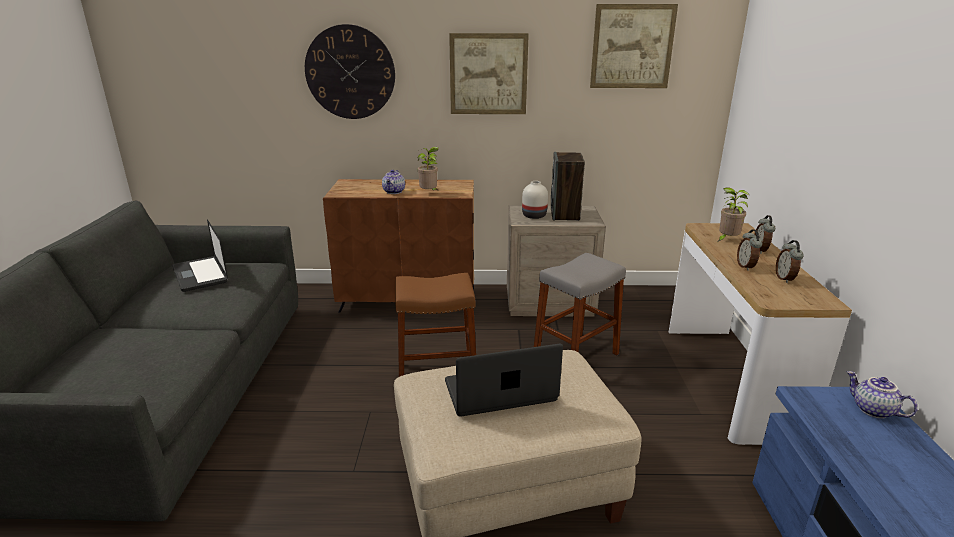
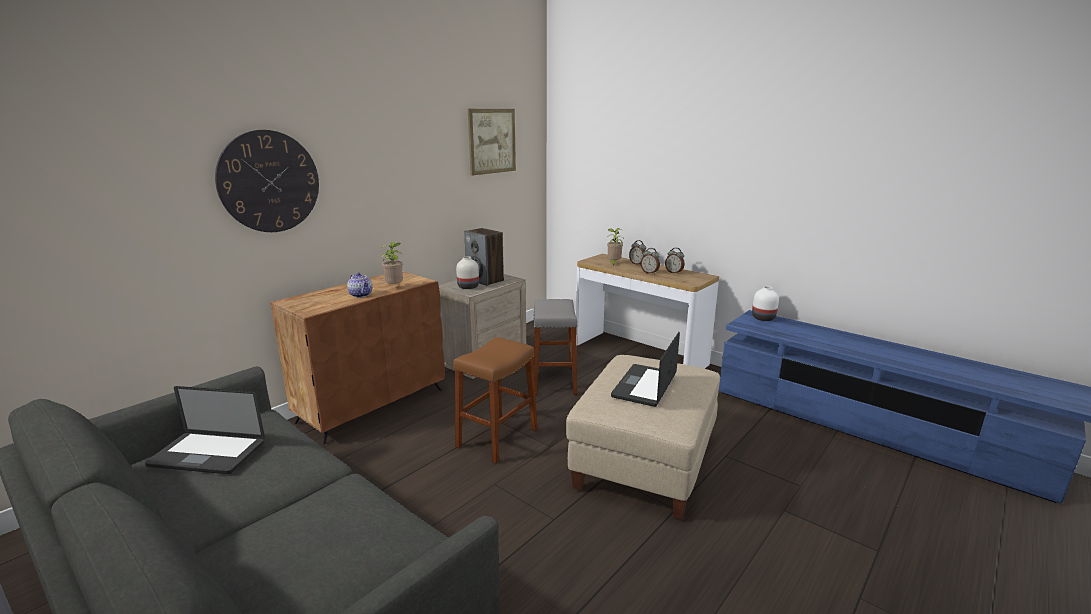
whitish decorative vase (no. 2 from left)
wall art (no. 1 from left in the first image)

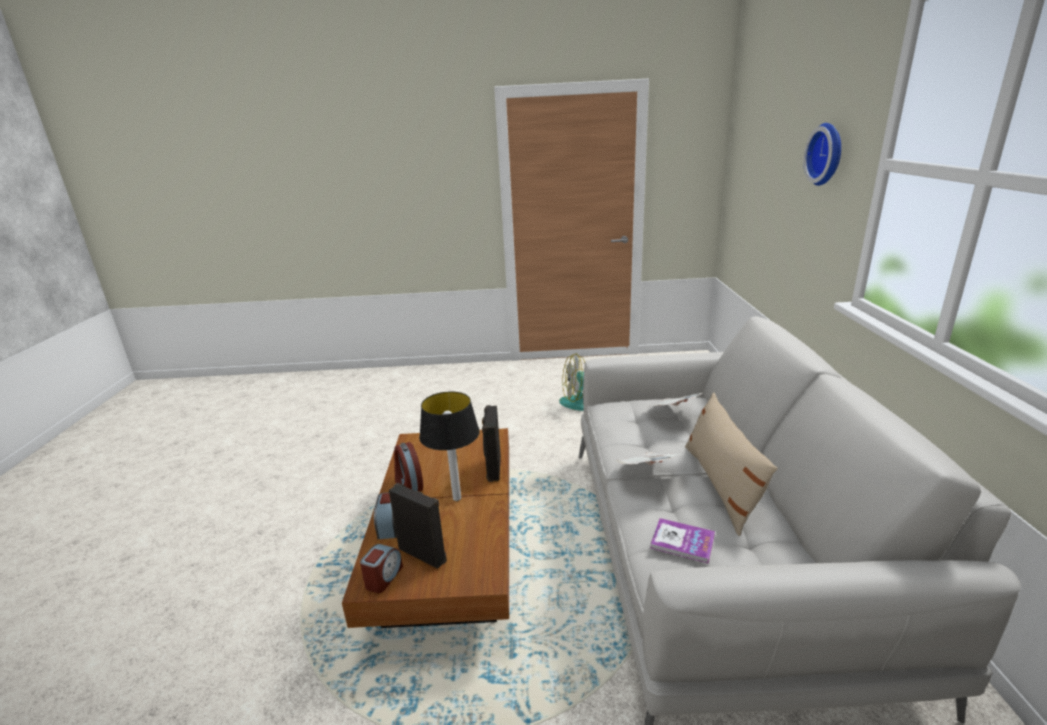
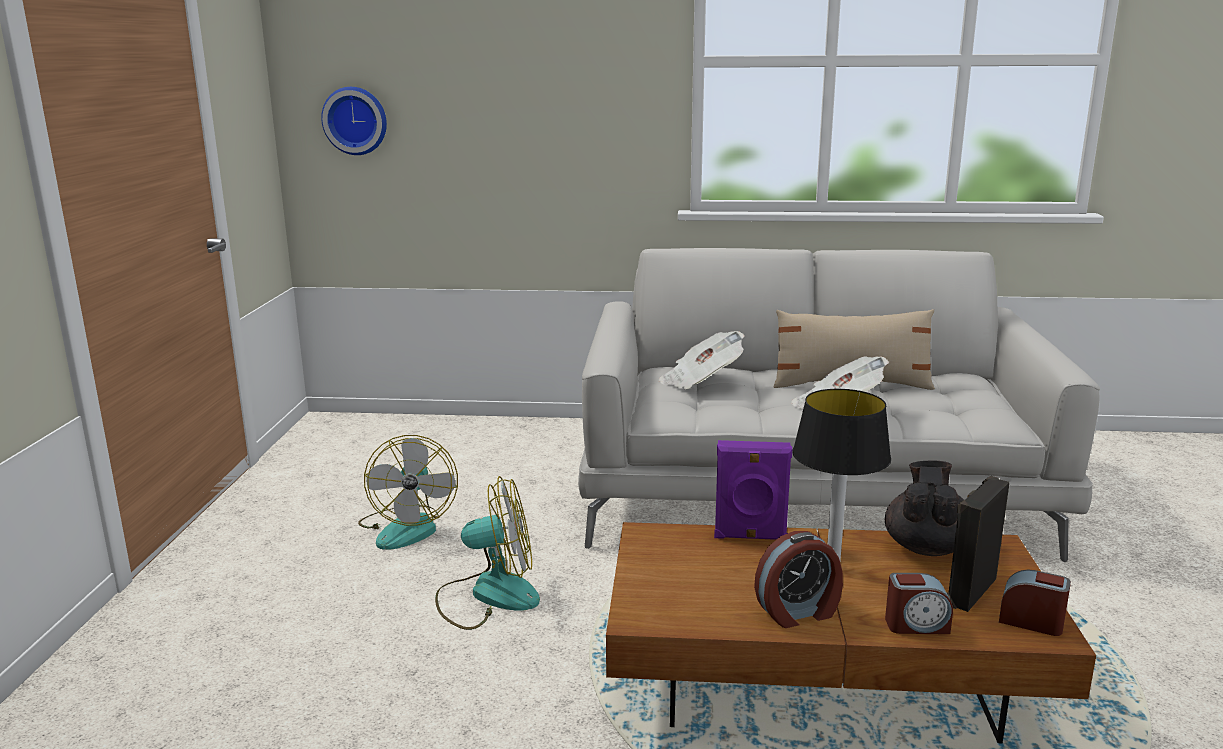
hanging clock
electric fan (no. 2 from left)
purple loudspeaker
blackish teapot
bound book

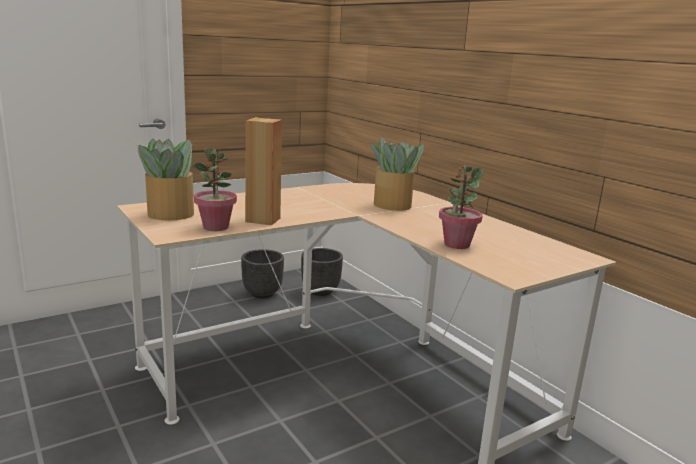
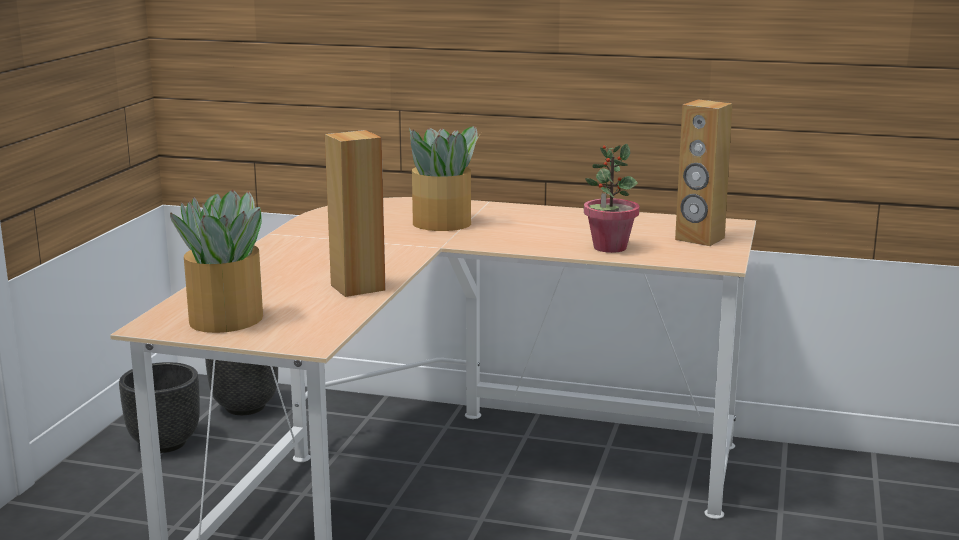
brown-coloured loudspeaker (no. 2 from left)
potted plant (no. 2 from left in the first image)

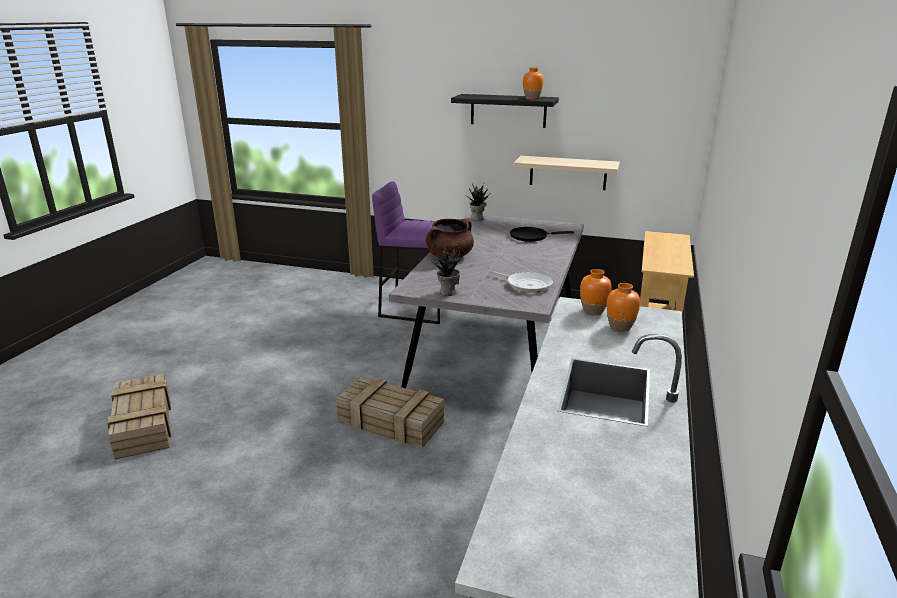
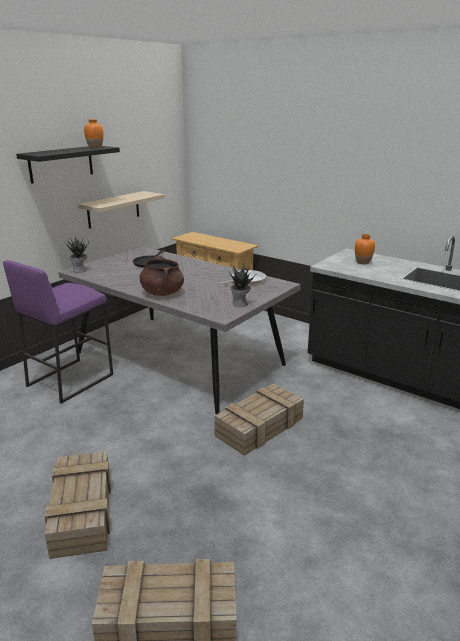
shipping crate (no. 1 from left)
orange decorative vase (no. 2 from left in the first image)

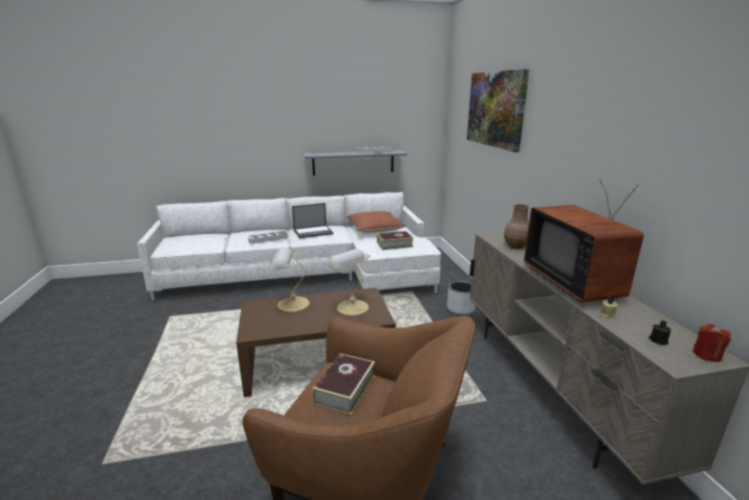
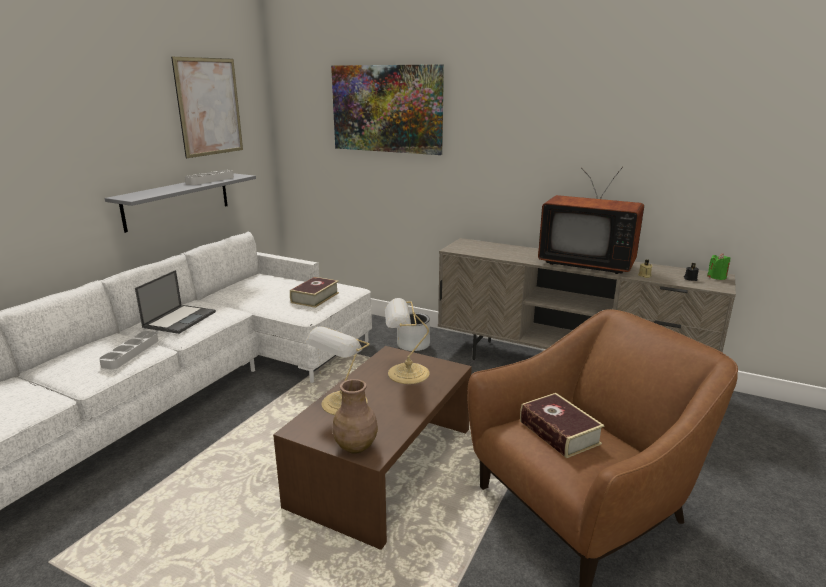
wall art (no. 1 from left)
brown-coloured decorative vase
green-coloured wax light
throw pillow

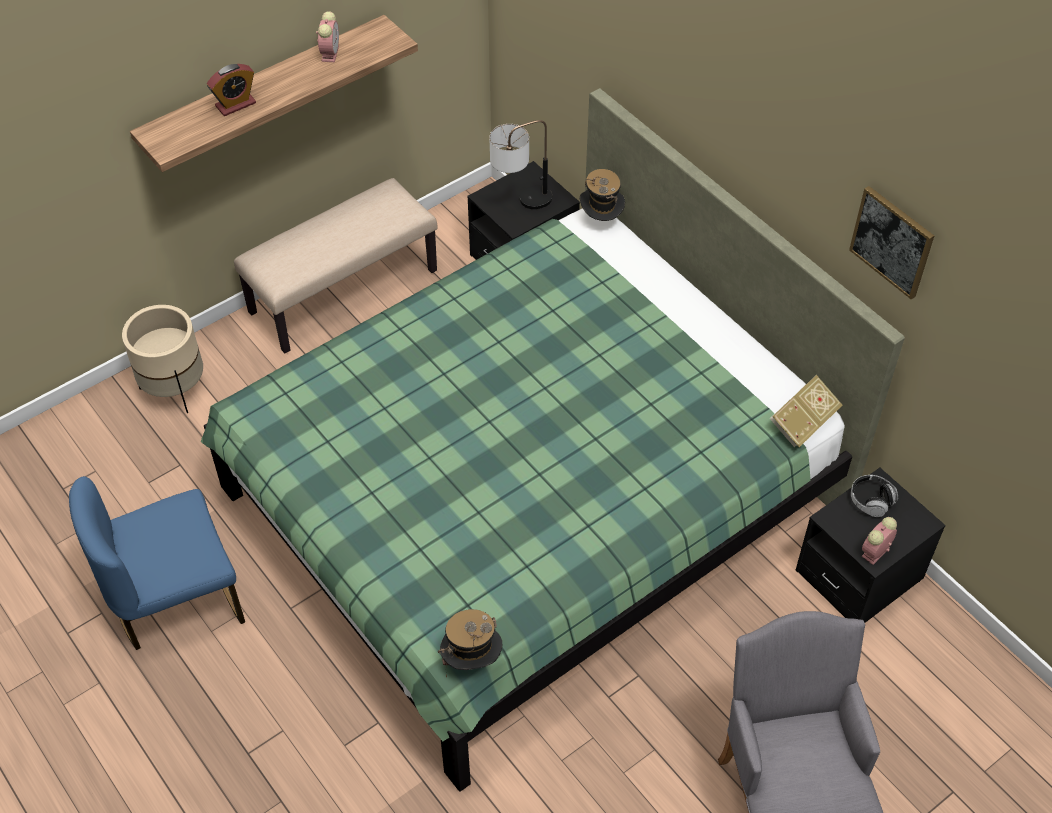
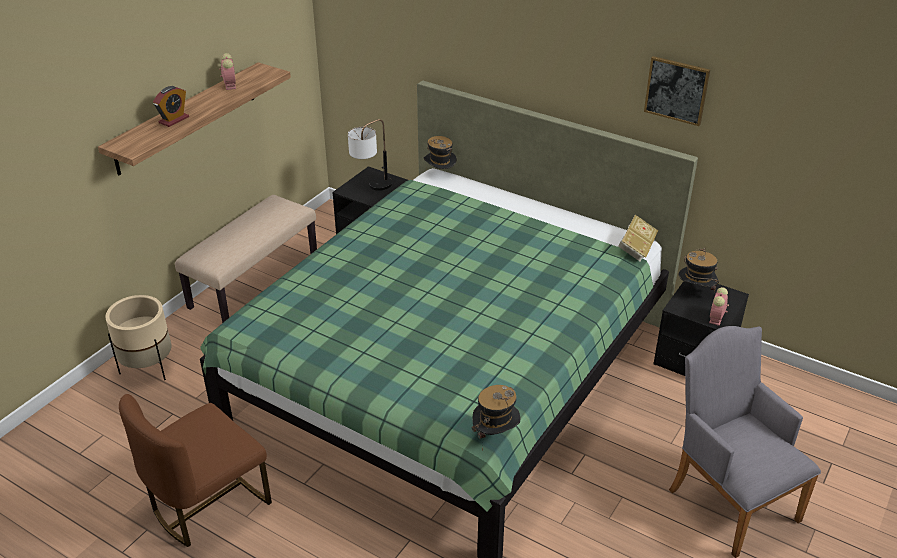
brown-coloured plain chair
wearable hat (no. 3 from left)

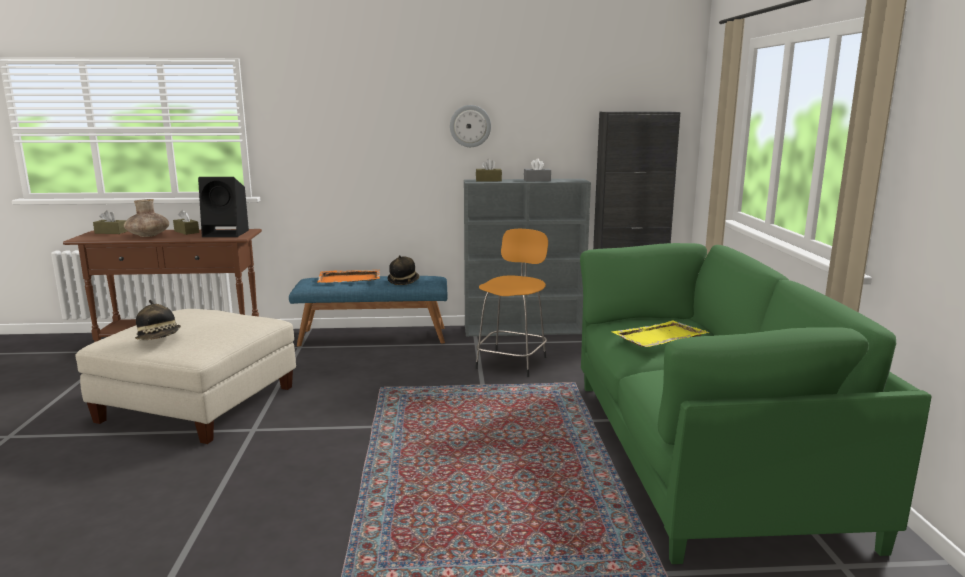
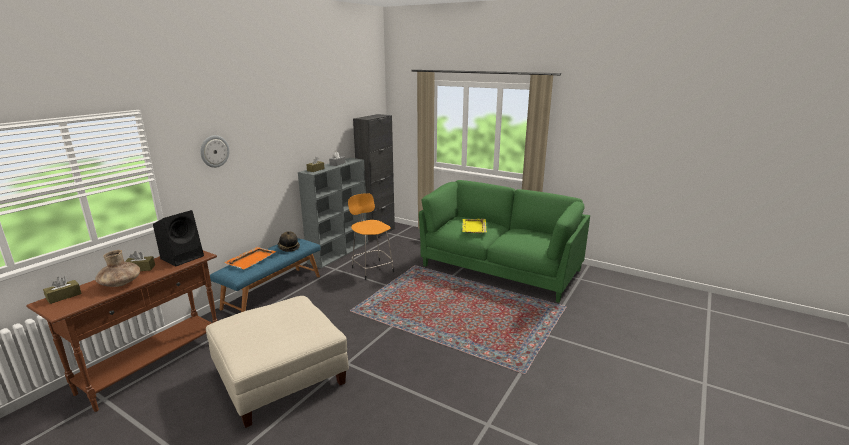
hanging clock
wearable hat (no. 1 from left in the first image)

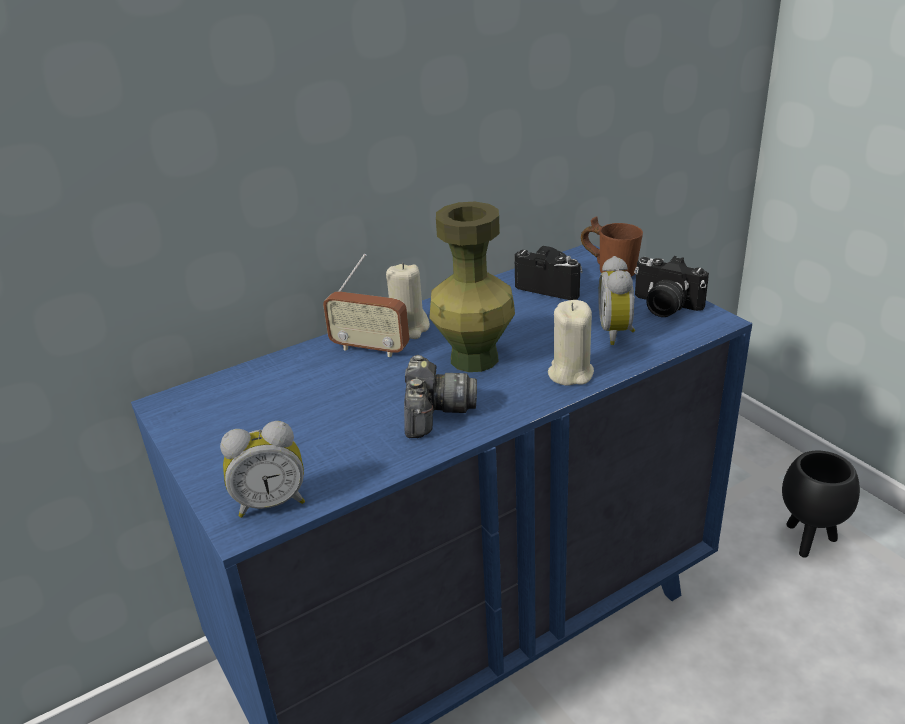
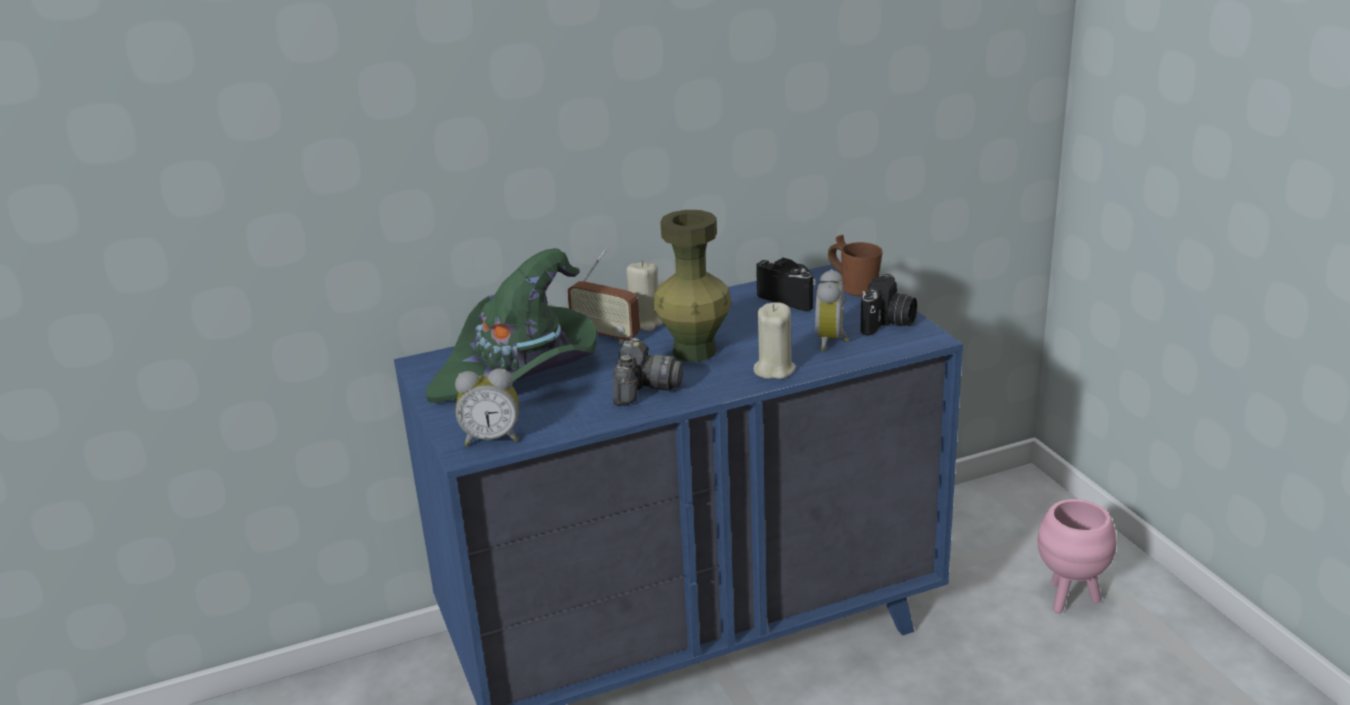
green-coloured wearable hat
still camera (no. 3 from left)
pinkish flower pot

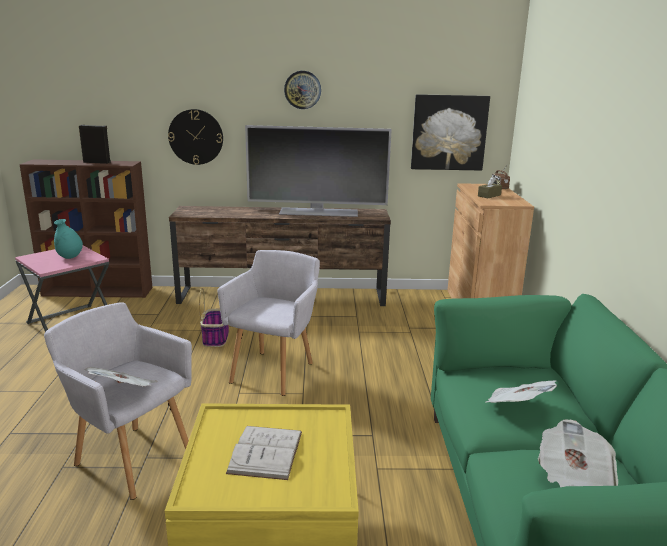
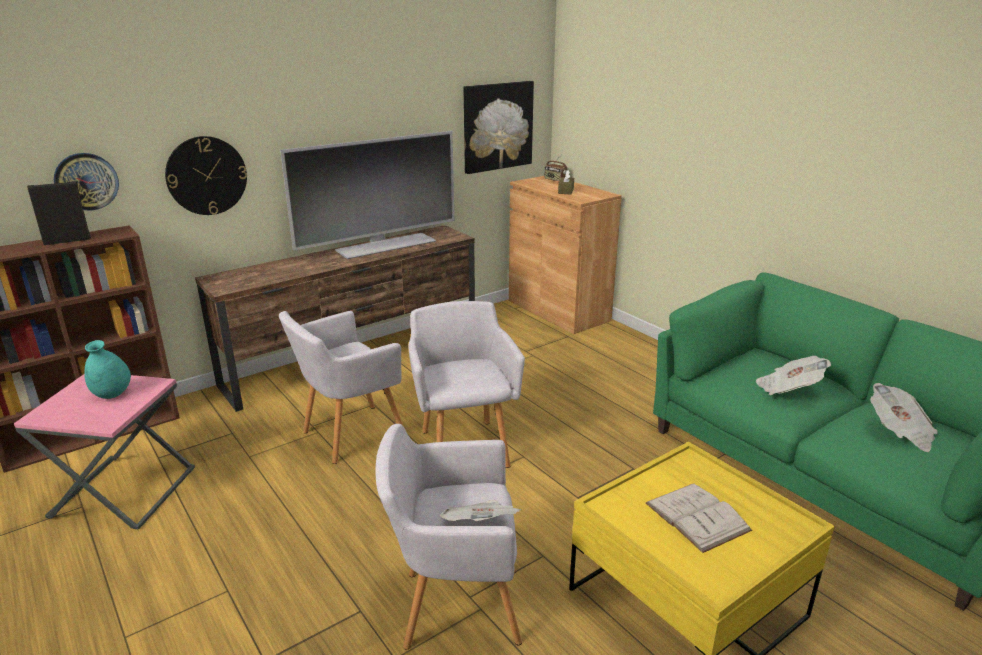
hanging clock (no. 1 from left)
gray easy chair (no. 1 from left)

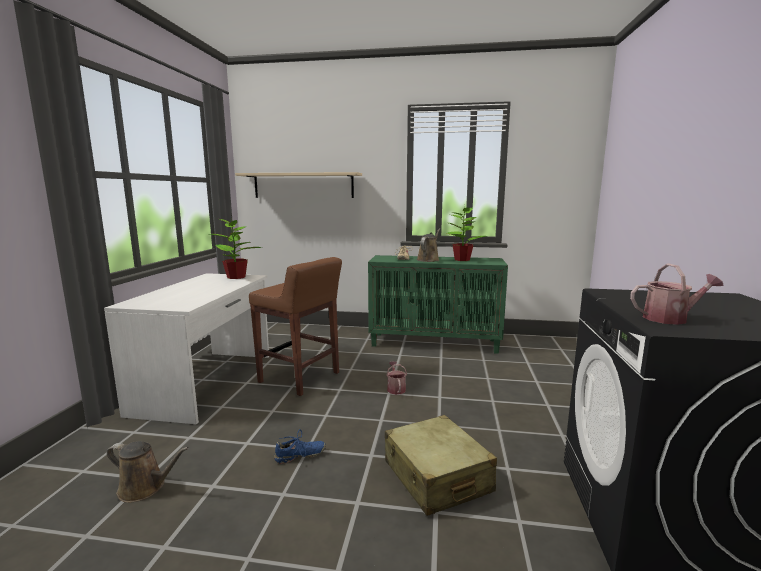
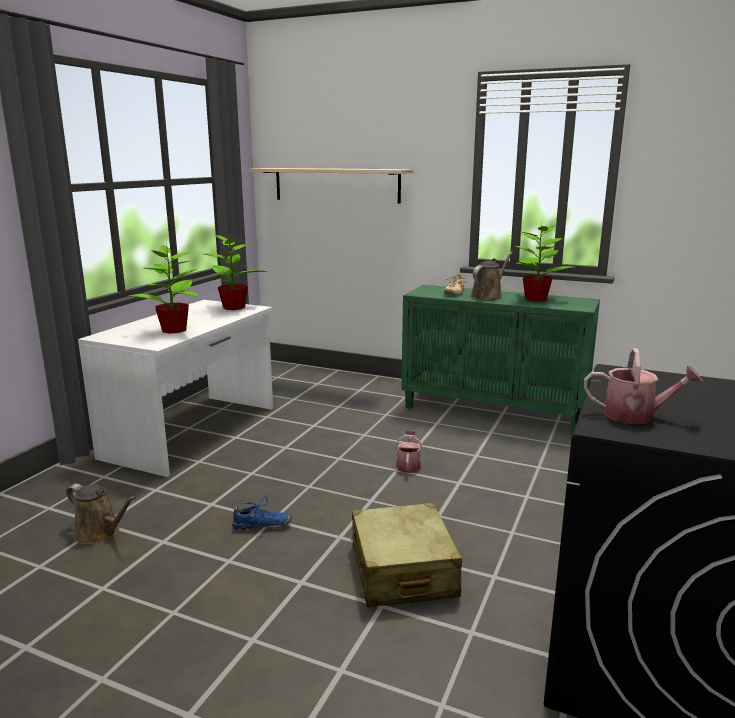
potted plant (no. 1 from left)
brown-coloured stool

